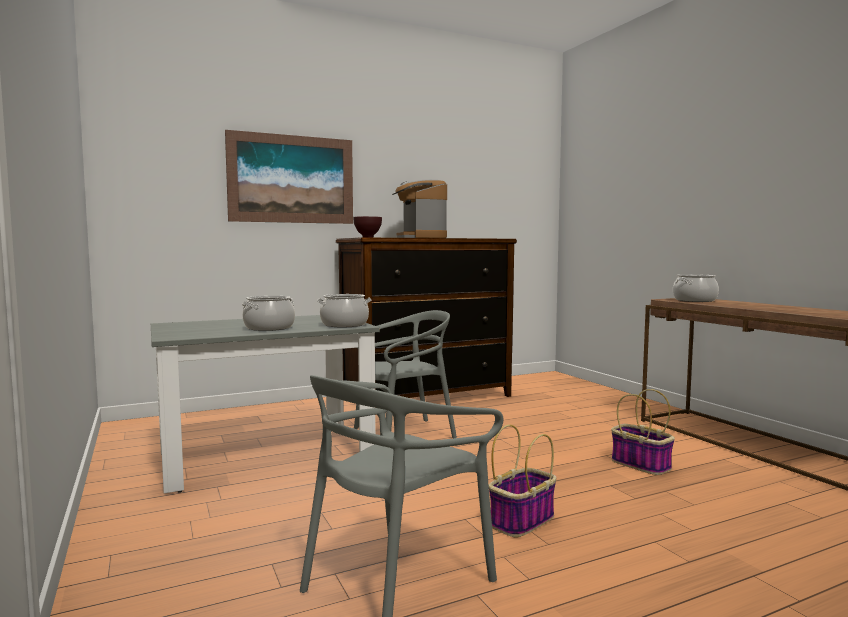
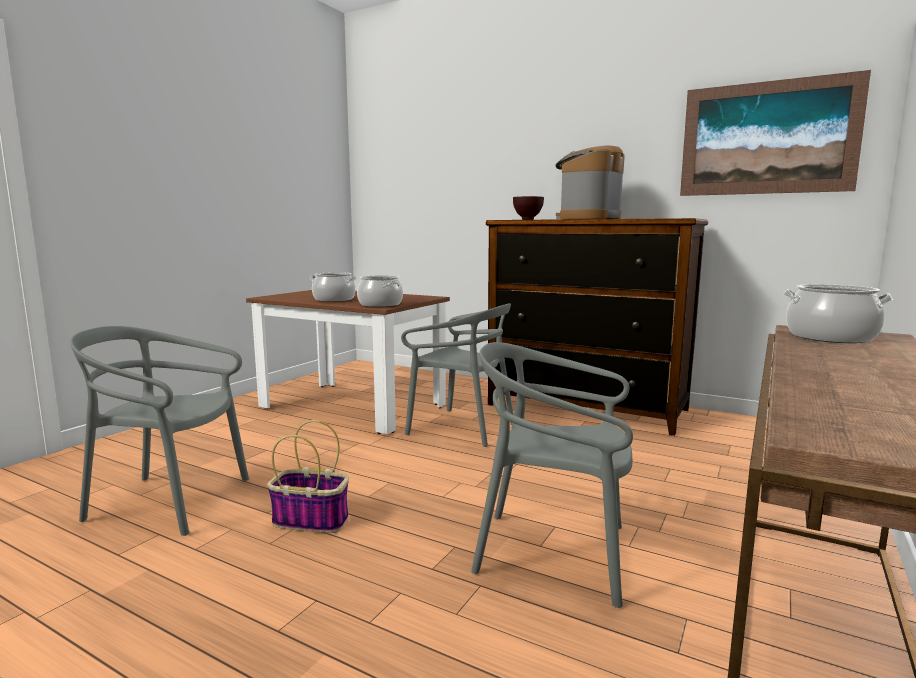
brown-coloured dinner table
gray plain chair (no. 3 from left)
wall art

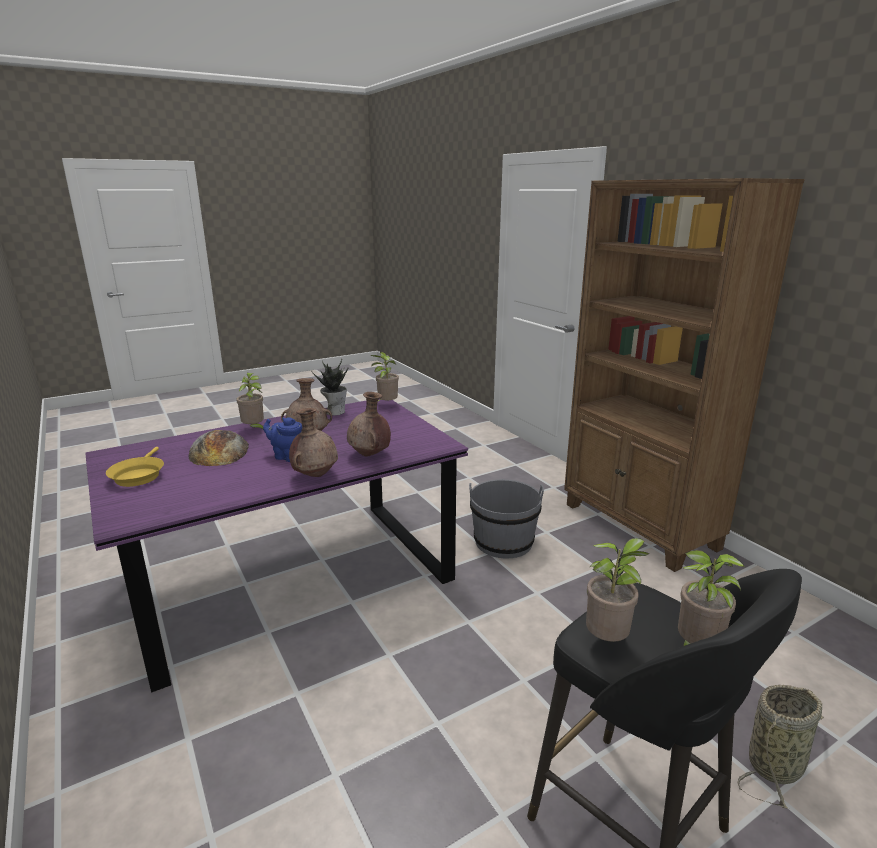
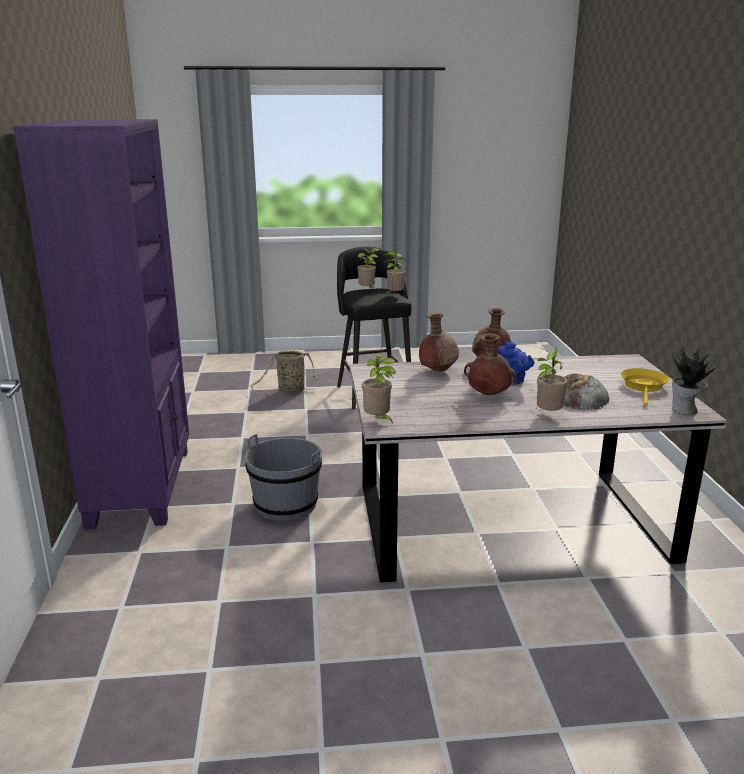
purple bookcase
gray dinner table
potted plant (no. 5 from left)

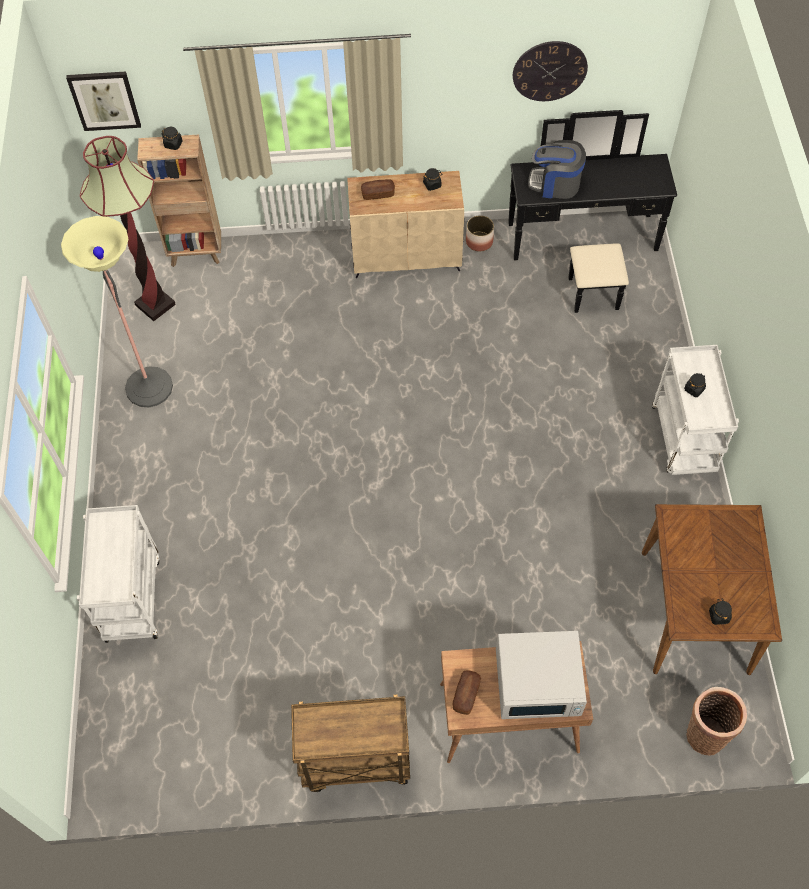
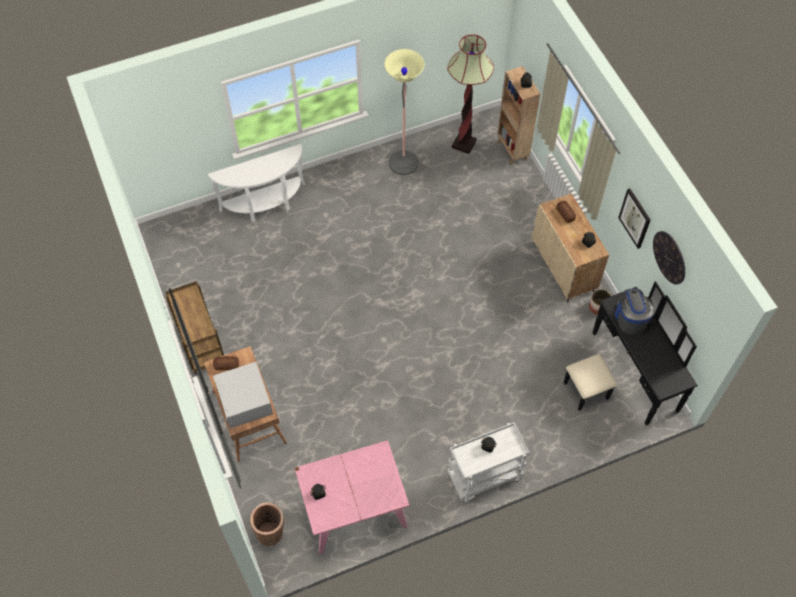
whitish hall table
pinkish dinner table
wall art

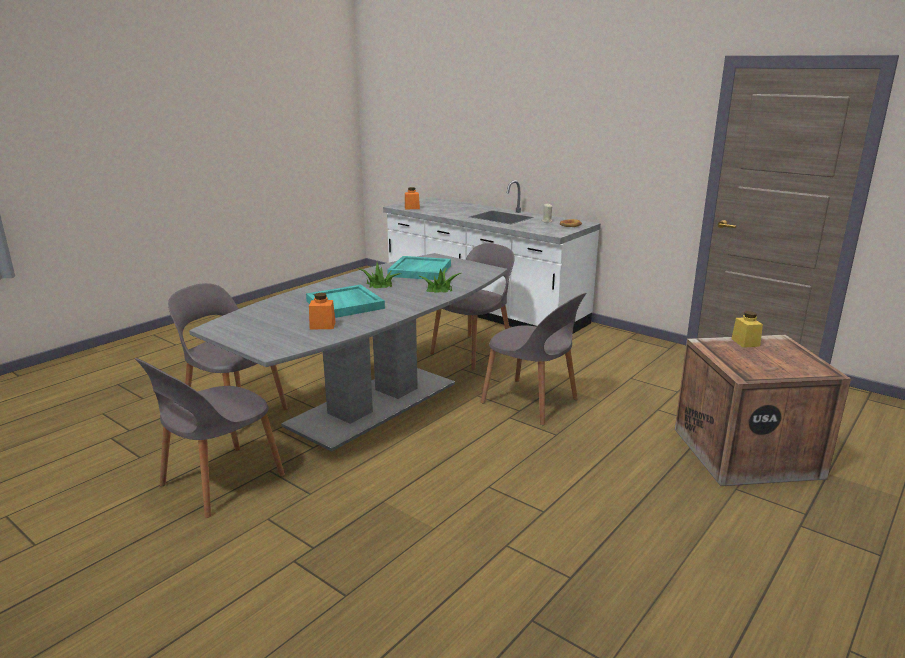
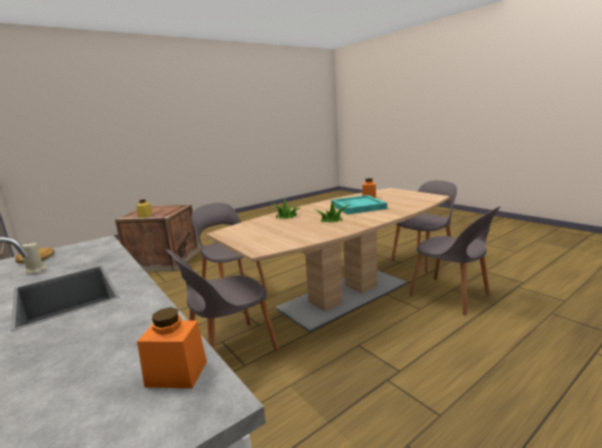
brown-coloured dinner table
turquoise tray (no. 2 from left in the first image)

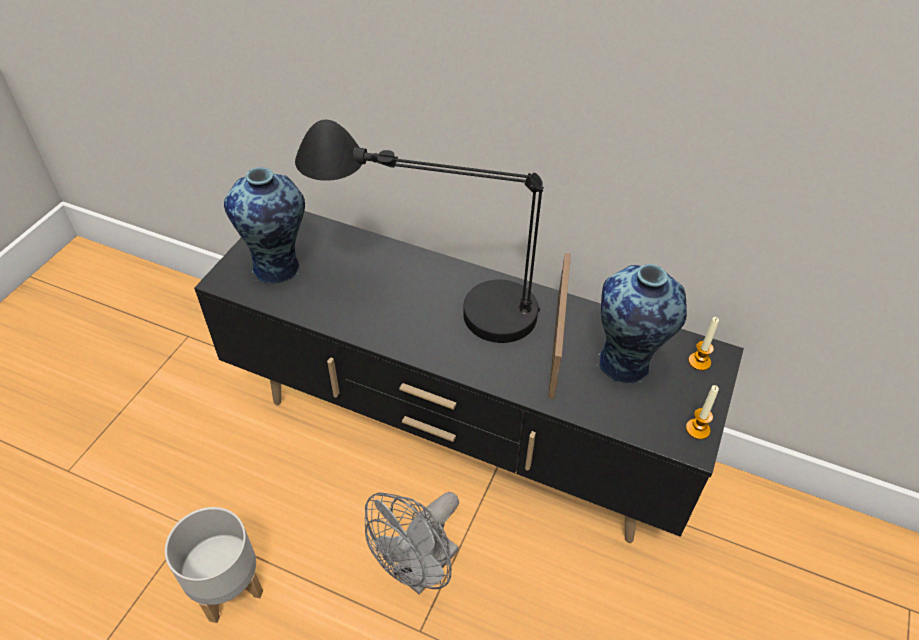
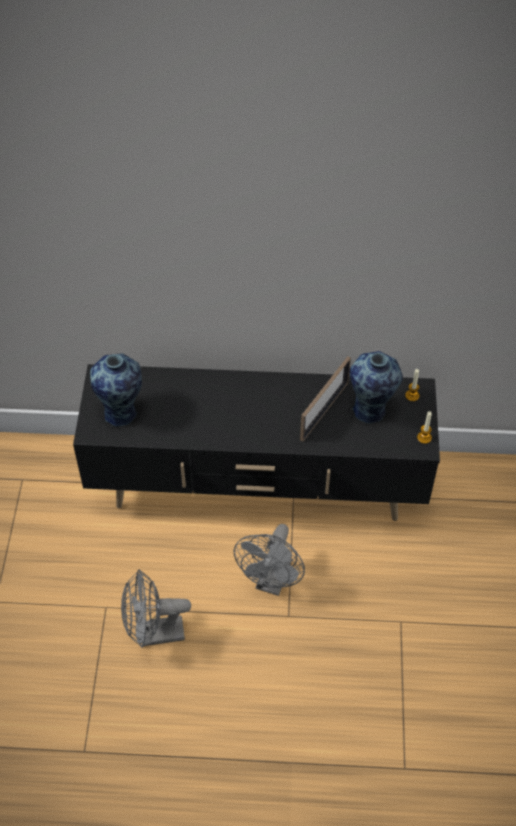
gray electric fan (no. 1 from left)
picture frame
blackish lamp for a table

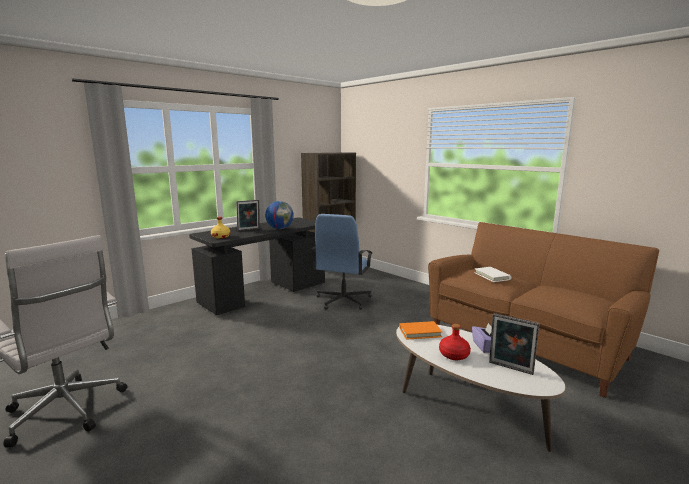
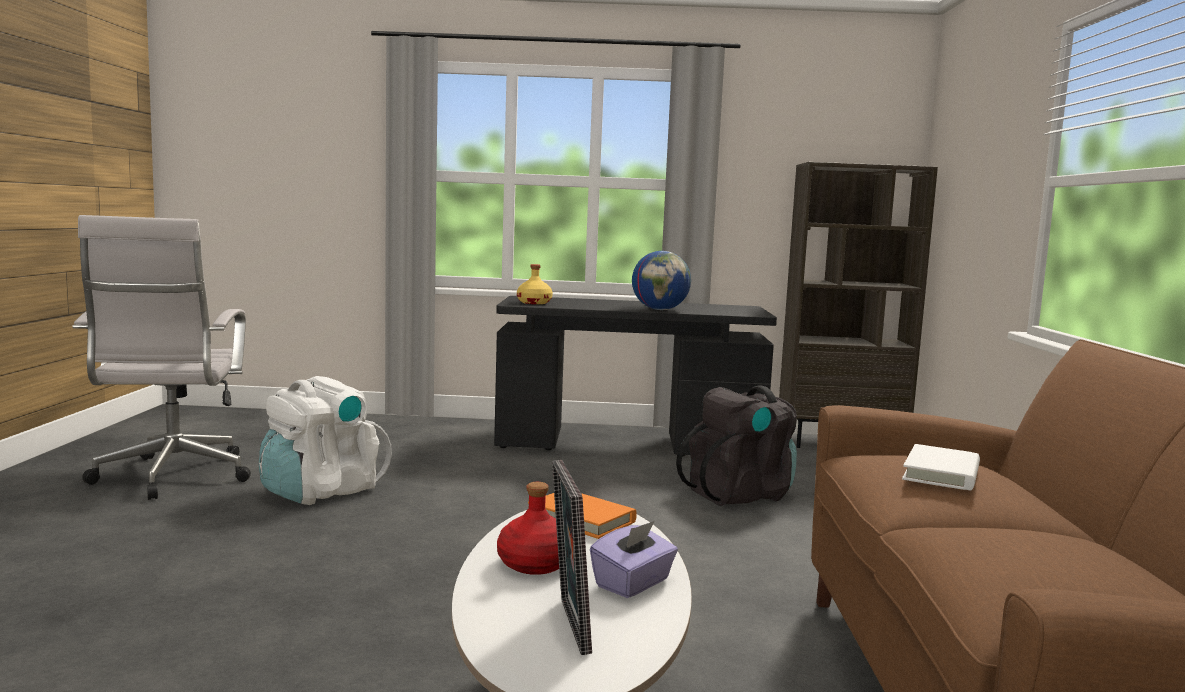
whitish backpack
blackish backpack
picture frame (no. 1 from left in the first image)

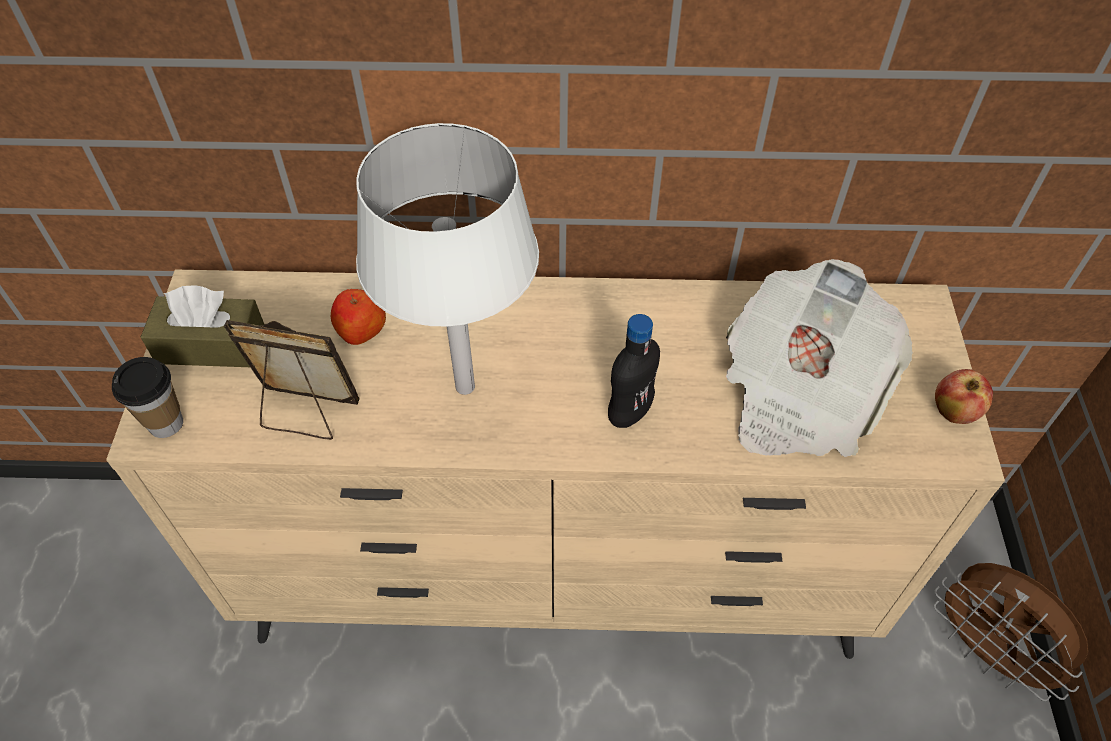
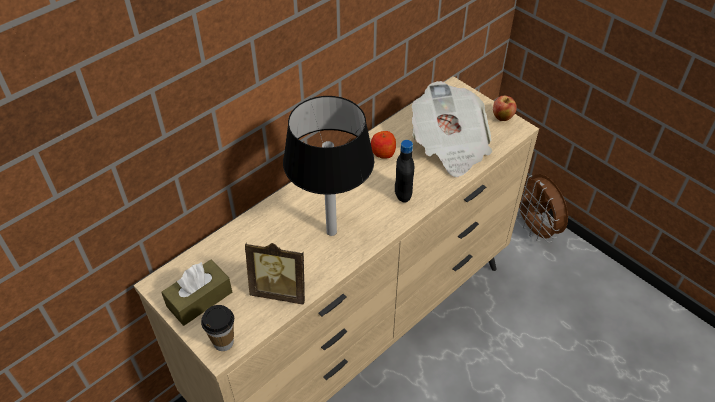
picture frame
blackish lamp for a table
whole apple (no. 1 from left)
brown-coloured electric fan

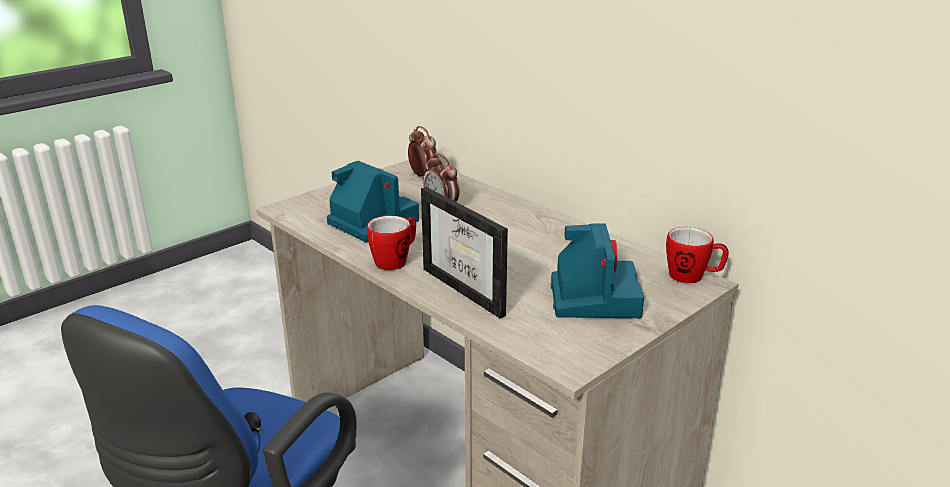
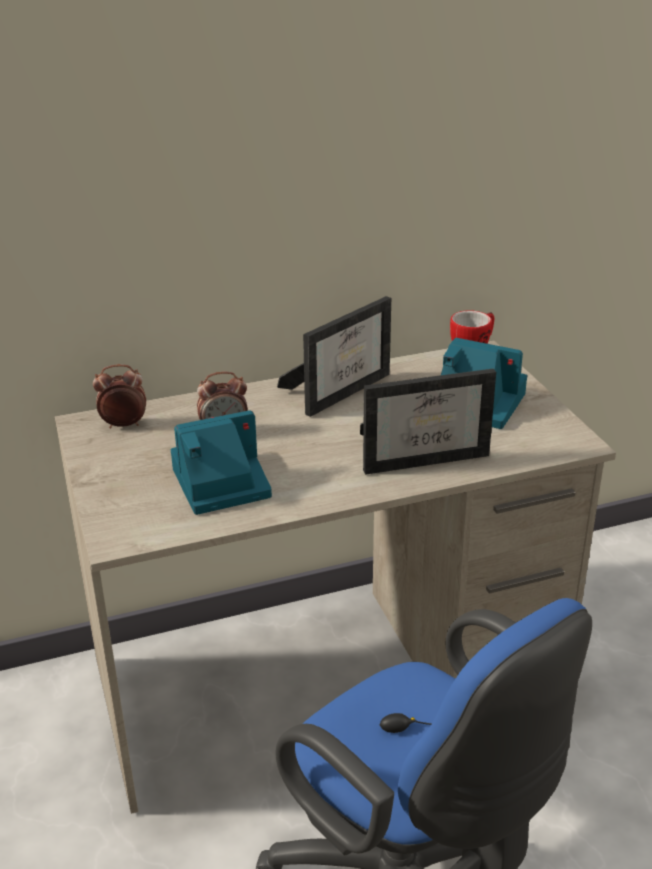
picture frame (no. 1 from left)
coffee mug (no. 1 from left in the first image)

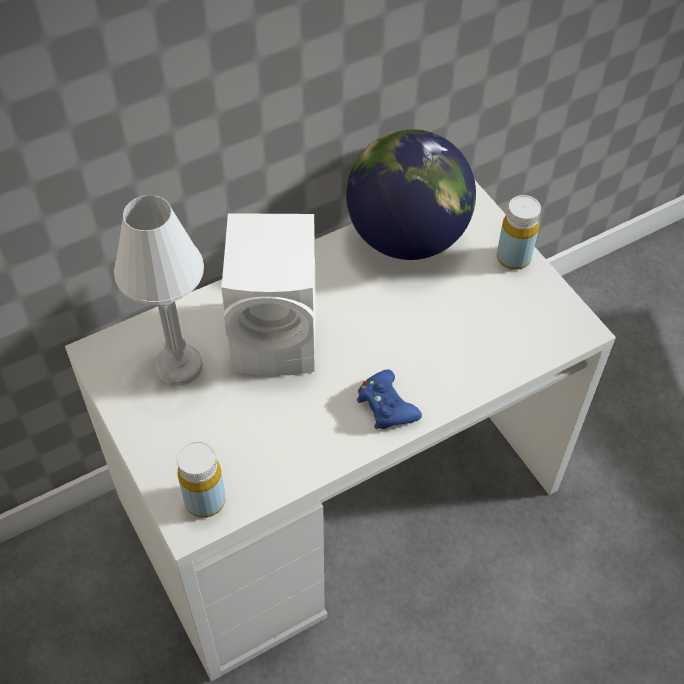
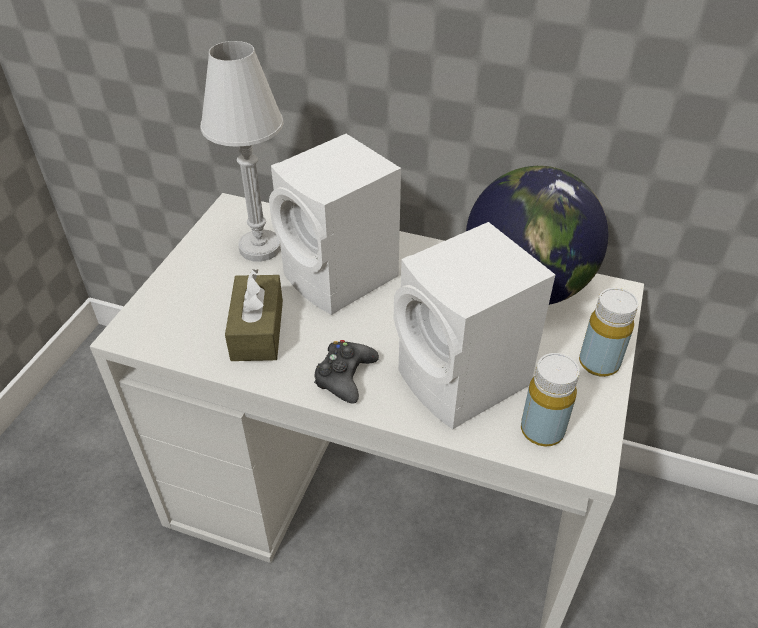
brown-coloured tissue holder
blackish joypad
whitish loudspeaker (no. 2 from left)
yellow drink bottle (no. 1 from left)

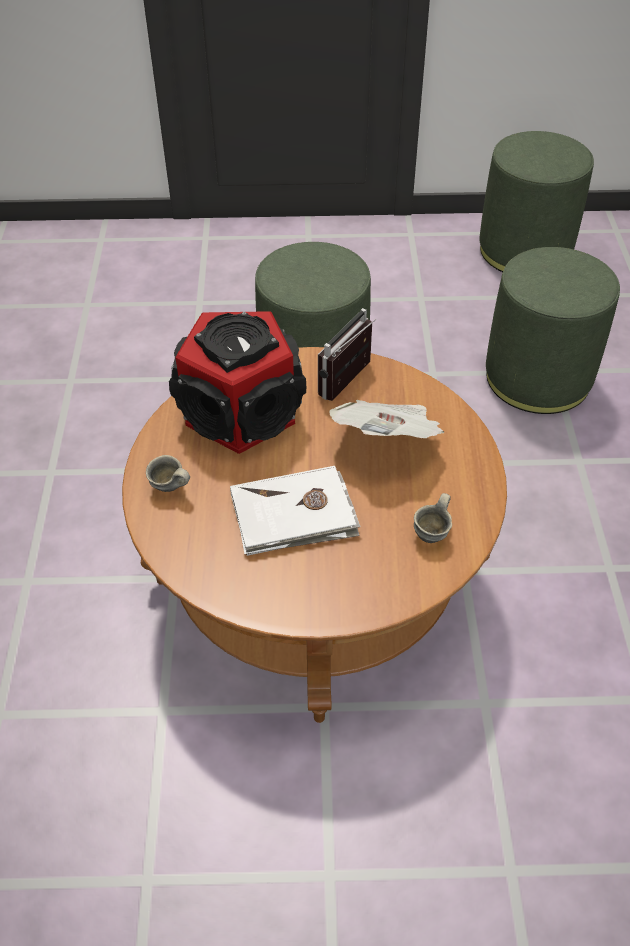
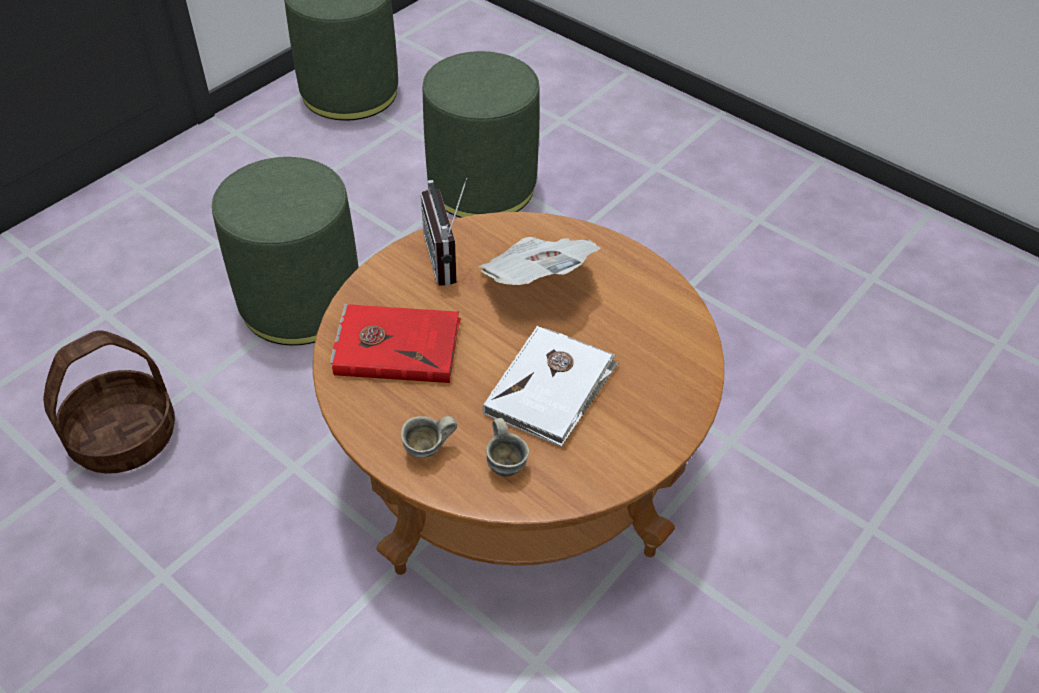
storage basket
reddish bound book
gray coffee mug (no. 2 from left)

